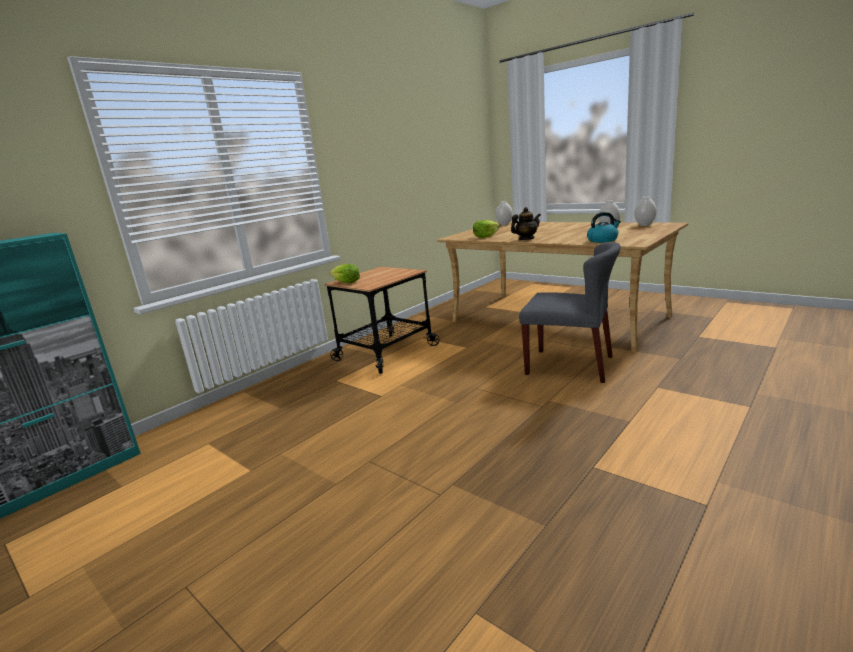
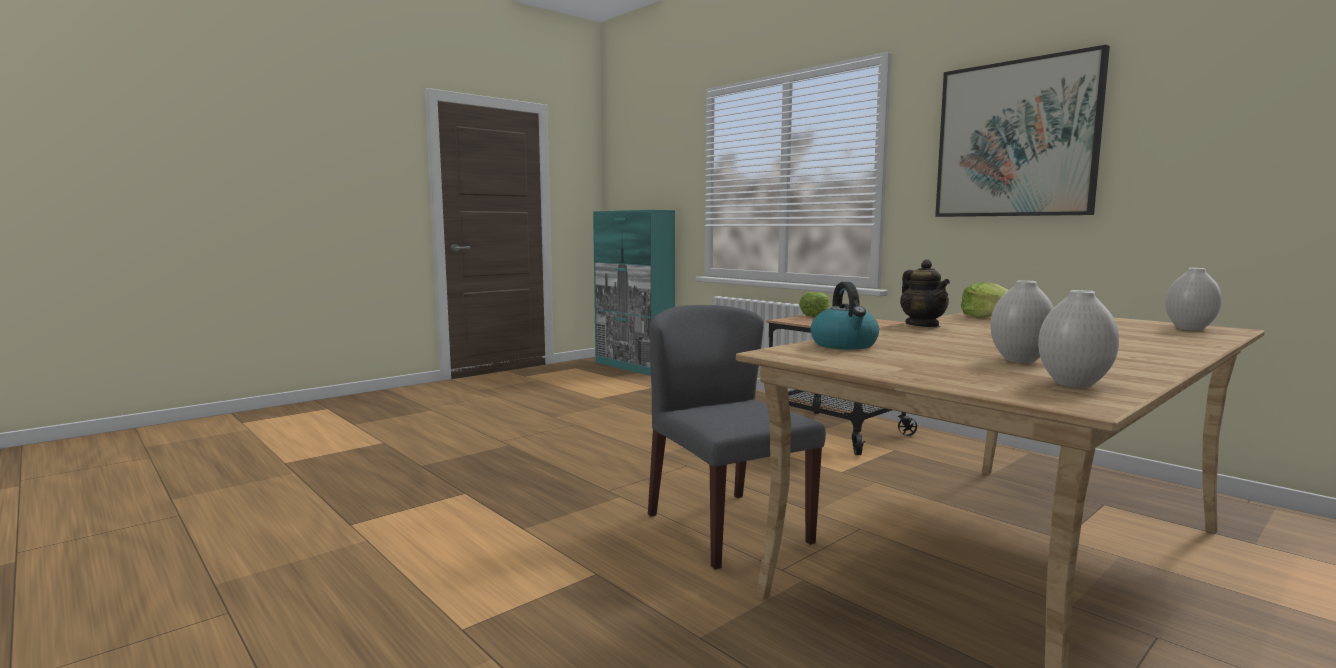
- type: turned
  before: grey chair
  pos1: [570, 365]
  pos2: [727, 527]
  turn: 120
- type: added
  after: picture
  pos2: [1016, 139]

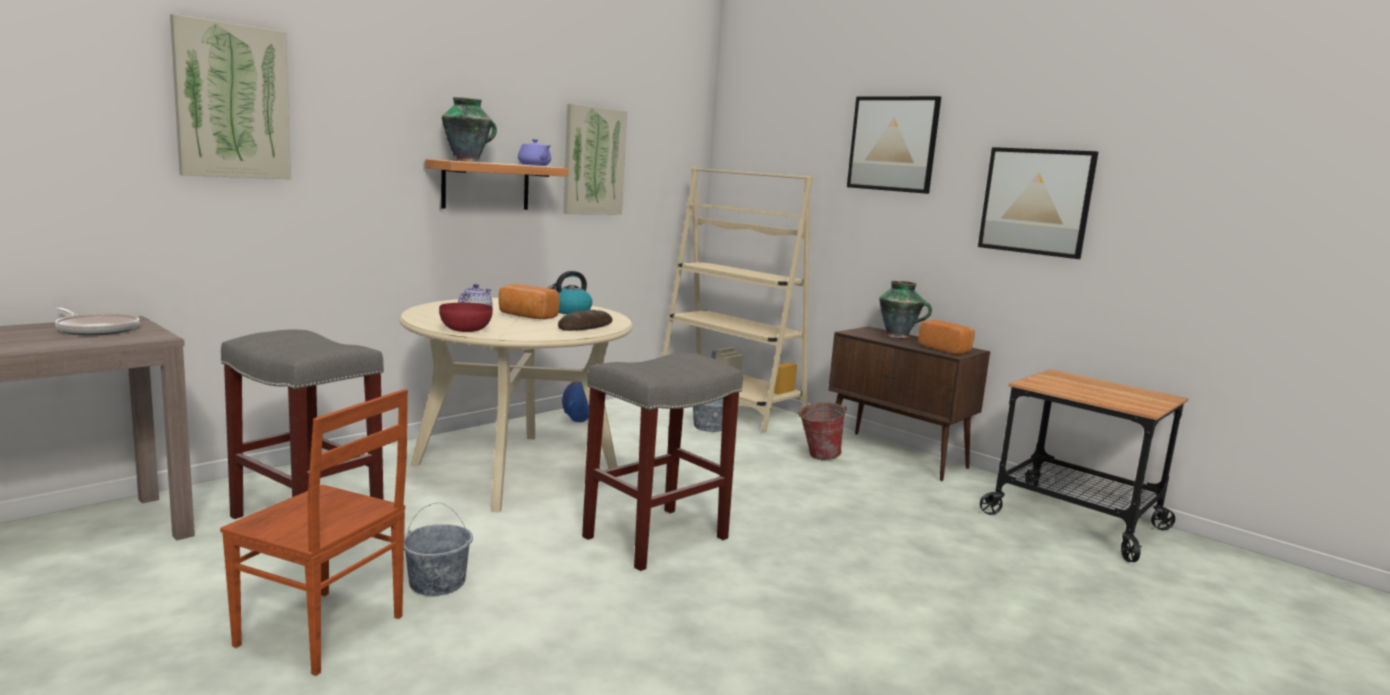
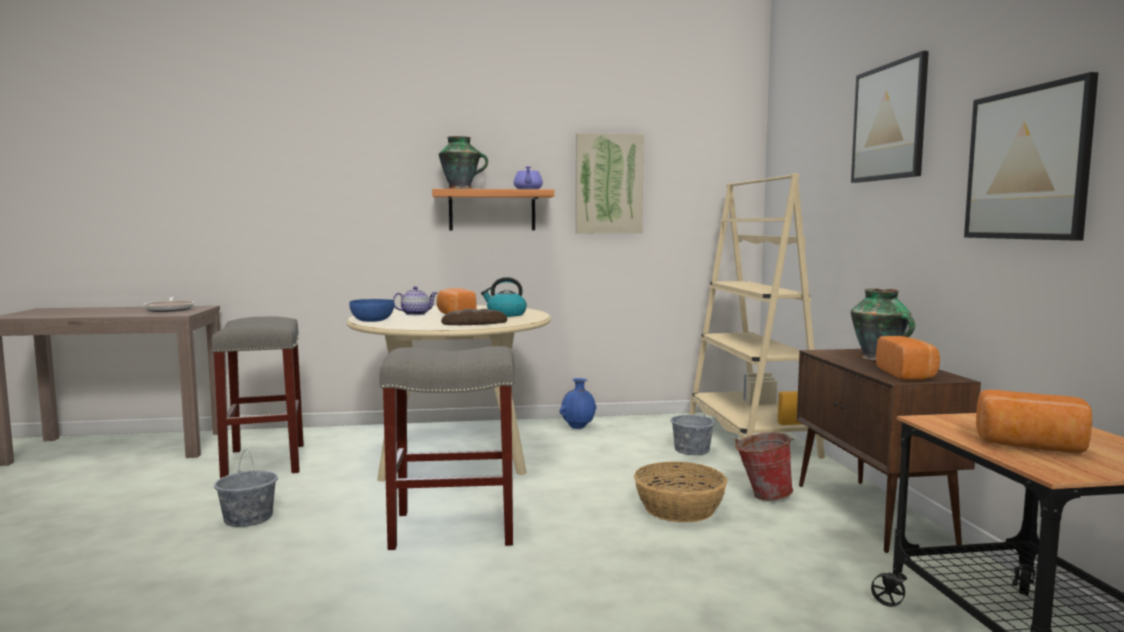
- type: recoloured
  before: red bowl
  after: blue bowl
  pos1: [465, 330]
  pos2: [372, 320]
- type: added
  after: basket
  pos2: [680, 509]
- type: added
  after: bread
  pos2: [1031, 446]
- type: removed
  before: picture
  pos1: [232, 101]
- type: removed
  before: brown chair
  pos1: [321, 632]

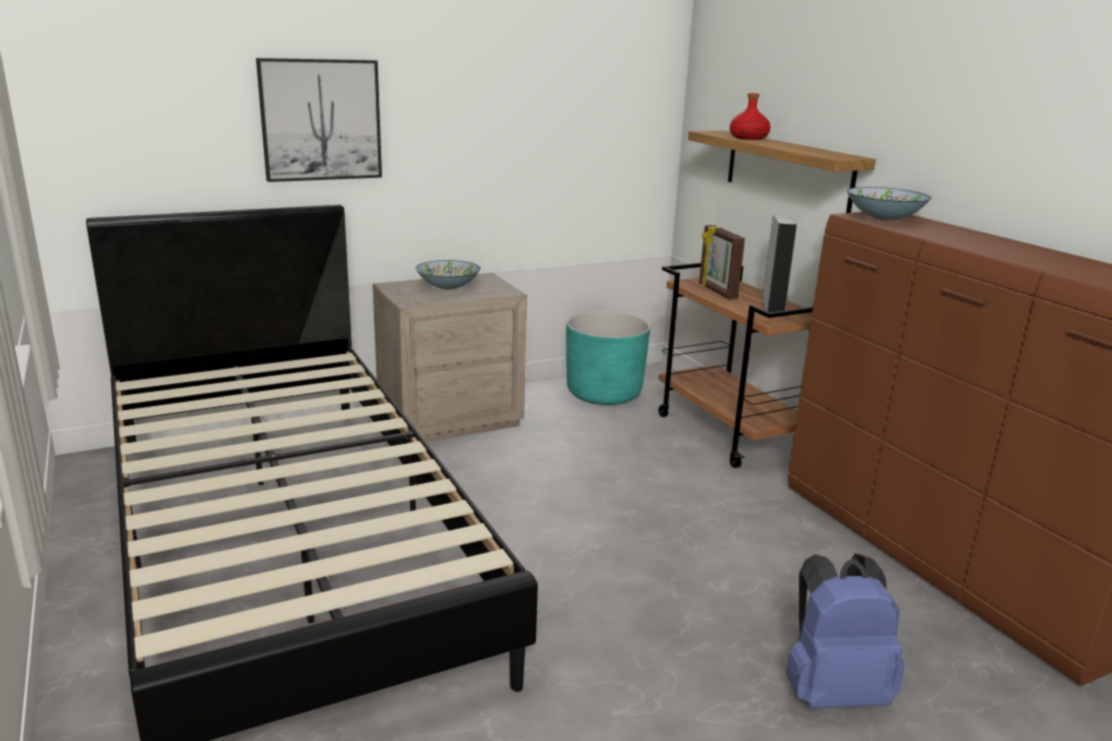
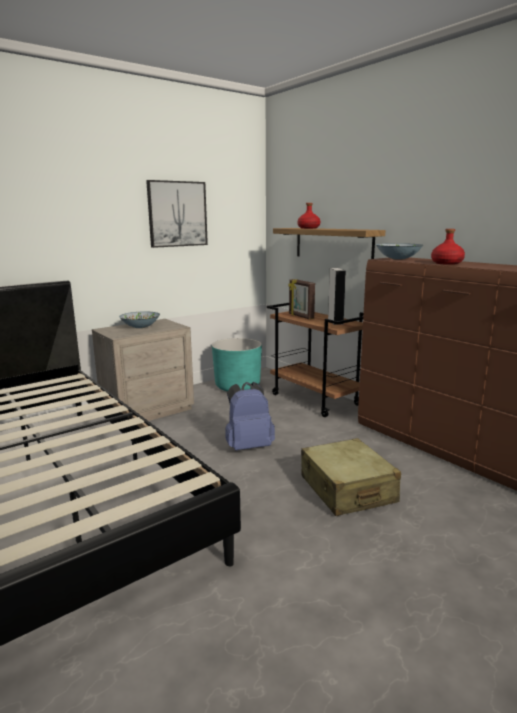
- type: moved
  before: picture
  pos1: [321, 120]
  pos2: [177, 214]
- type: moved
  before: blue backpack
  pos1: [832, 691]
  pos2: [248, 446]
- type: added
  after: beige suitcase
  pos2: [347, 489]
- type: added
  after: red bottle
  pos2: [446, 263]

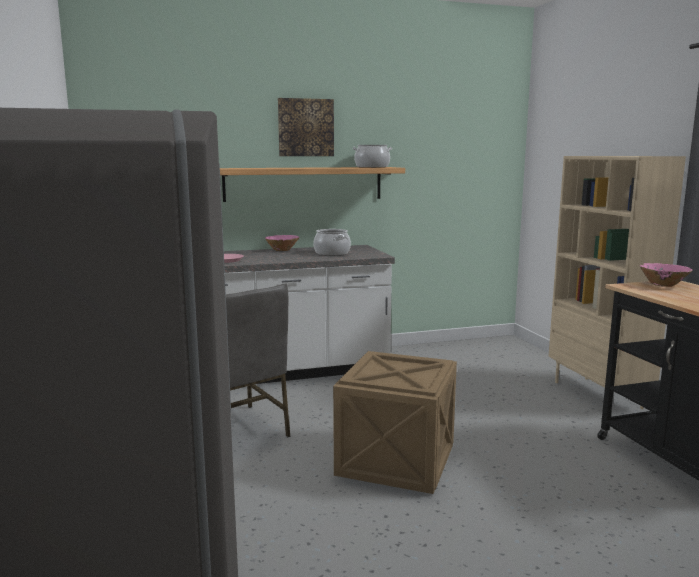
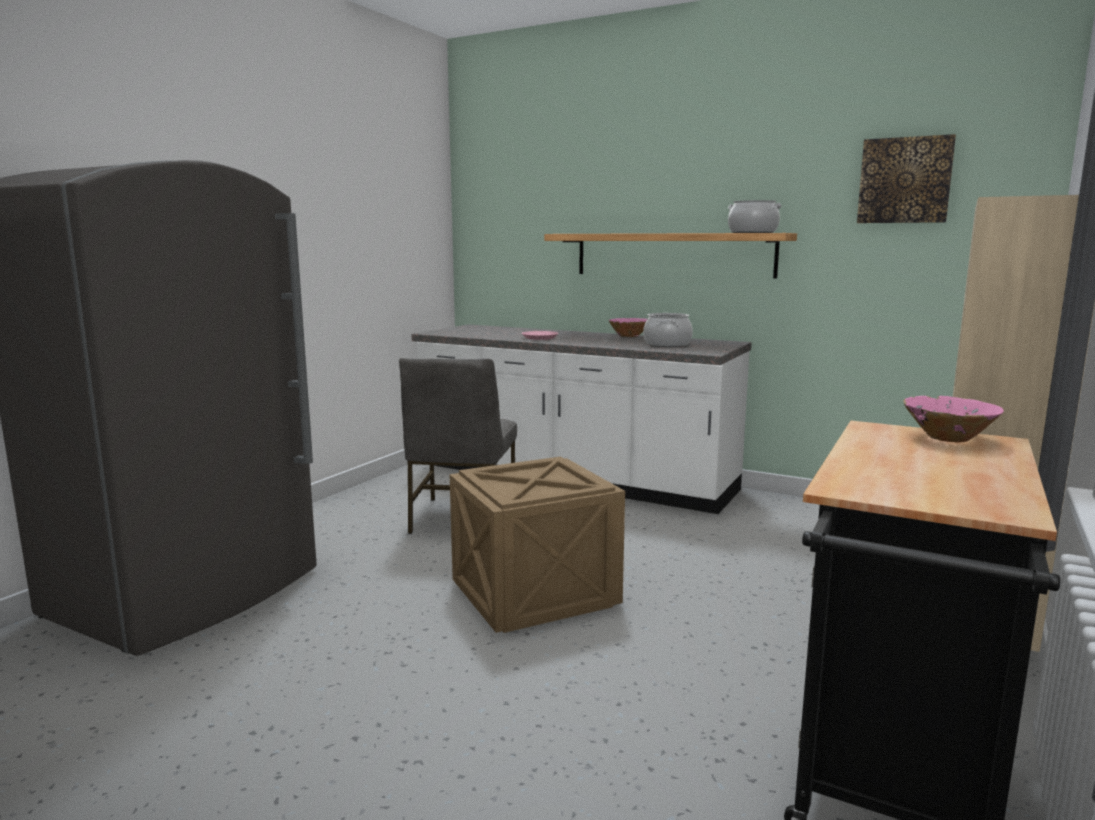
- type: moved
  before: picture
  pos1: [305, 127]
  pos2: [904, 180]

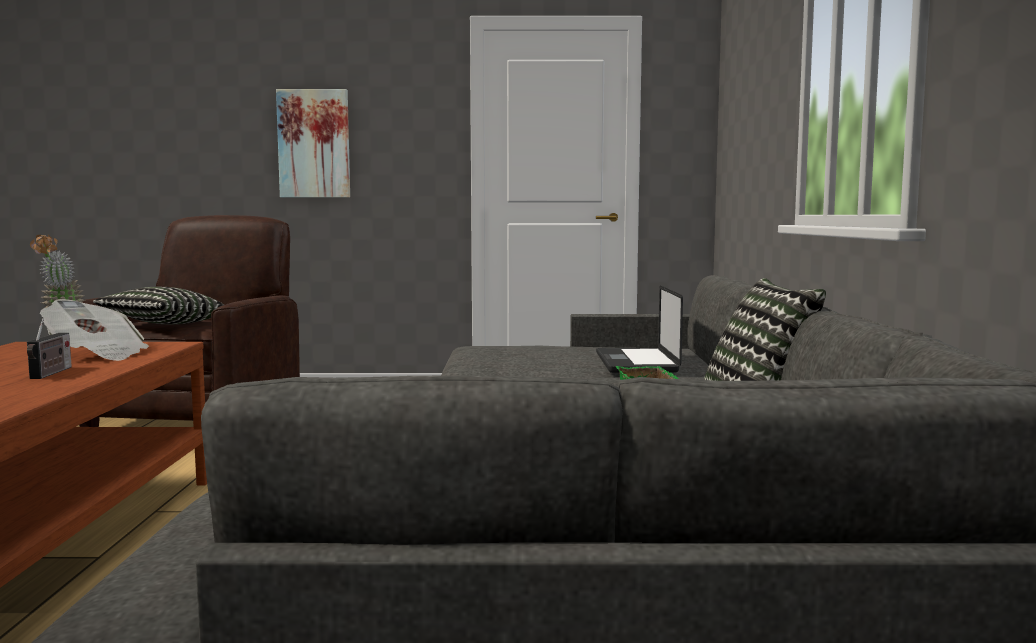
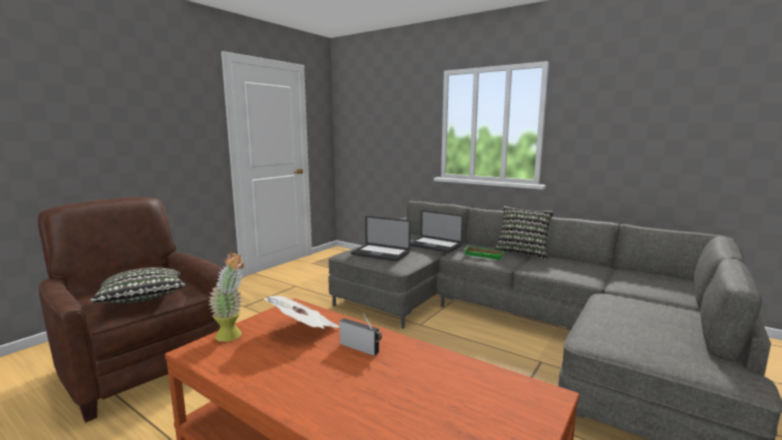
- type: added
  after: laptop
  pos2: [380, 254]
- type: removed
  before: picture
  pos1: [314, 144]

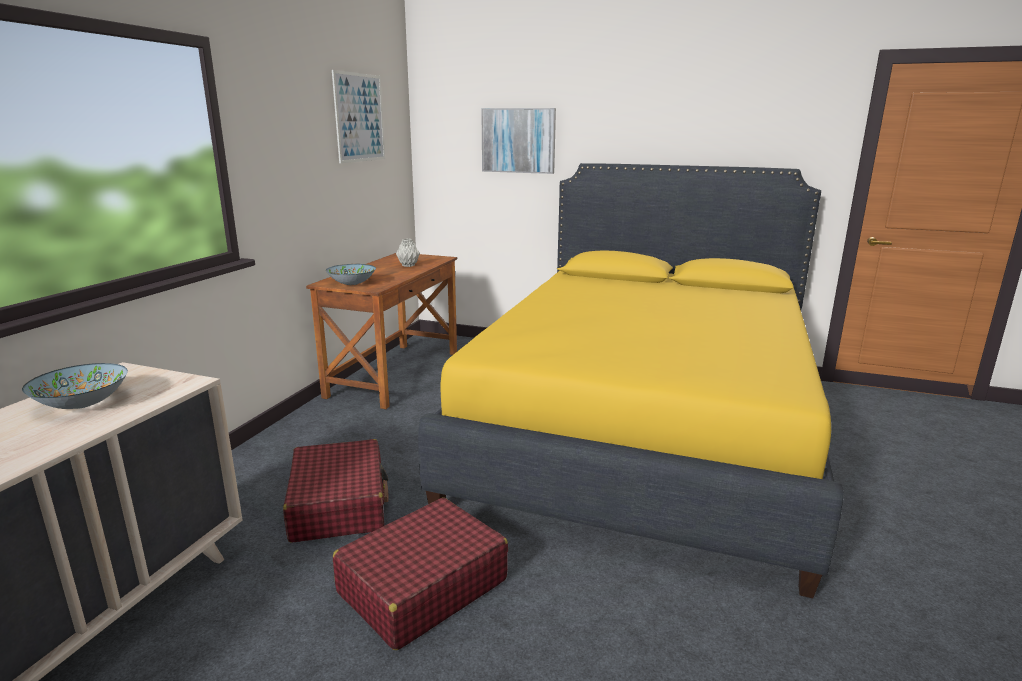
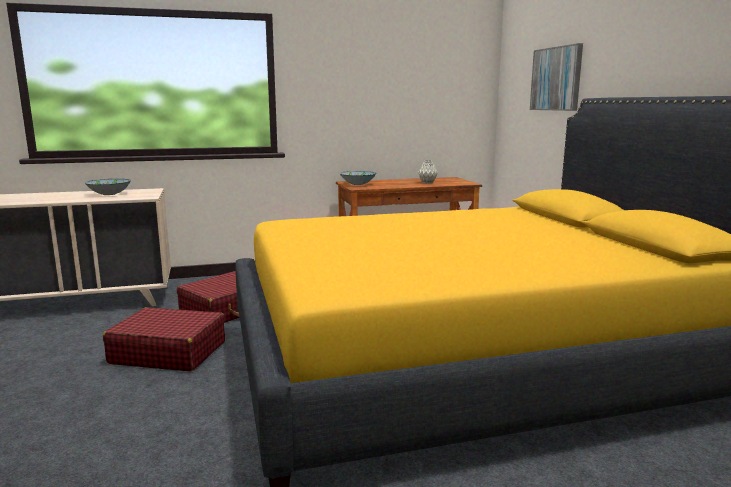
- type: removed
  before: picture
  pos1: [359, 118]

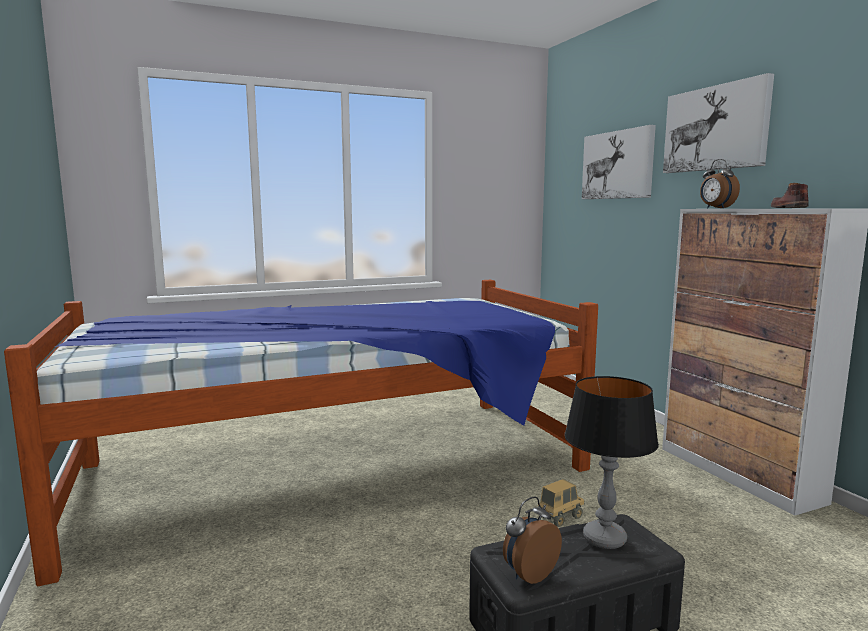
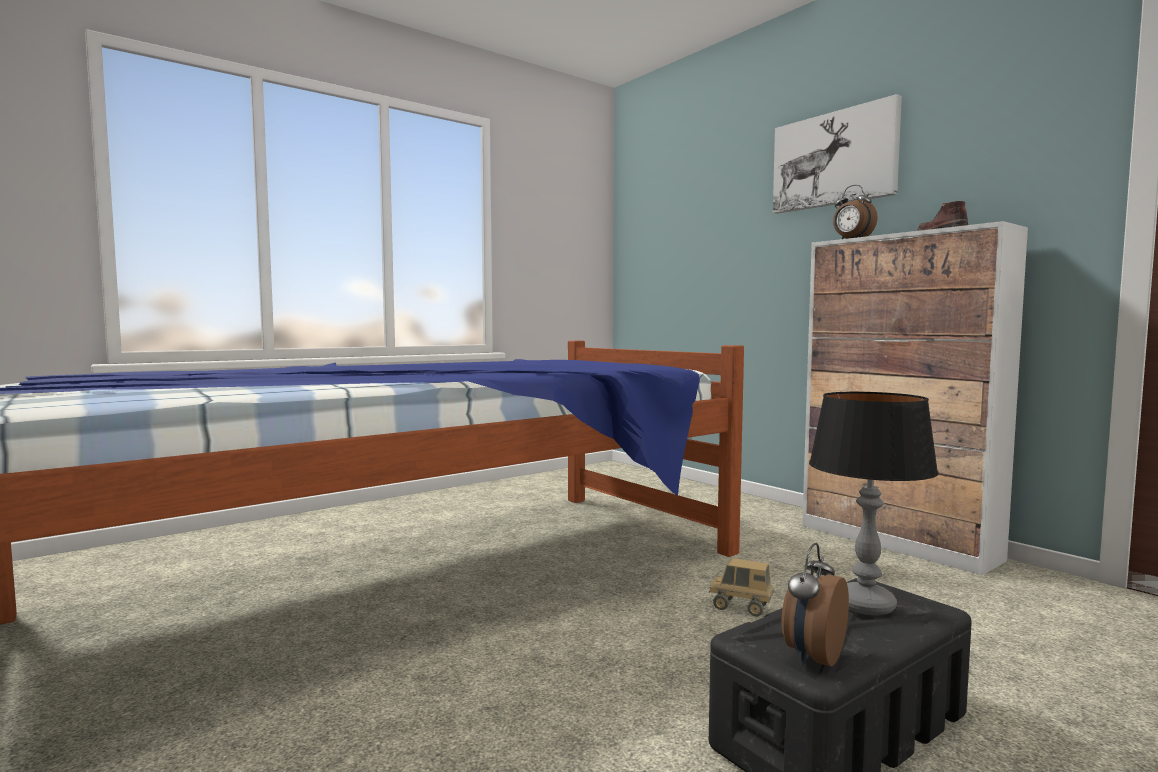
- type: turned
  before: toy truck
  pos1: [560, 518]
  pos2: [741, 607]
  turn: -105
- type: removed
  before: picture
  pos1: [618, 165]

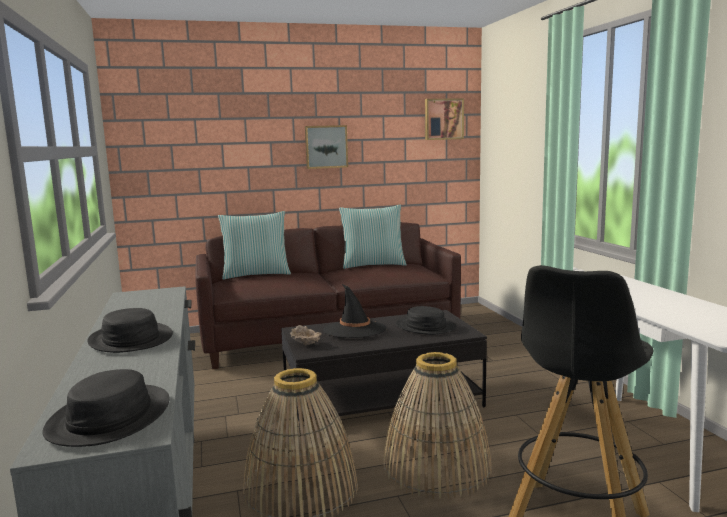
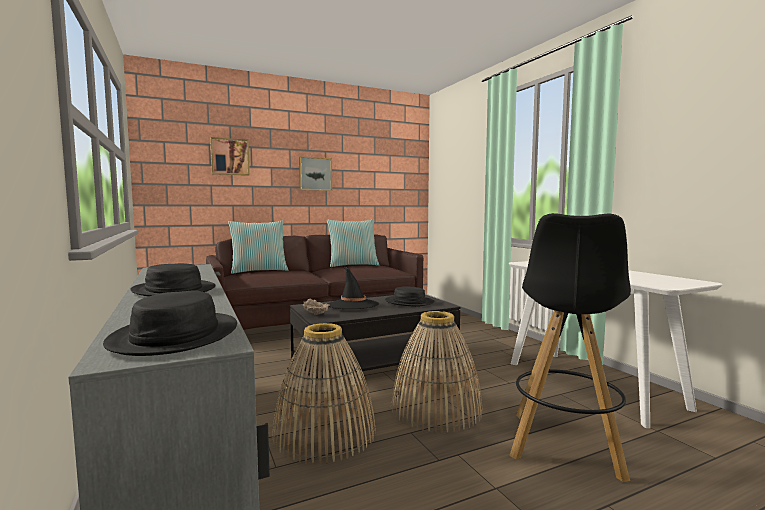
- type: moved
  before: picture
  pos1: [443, 119]
  pos2: [230, 157]

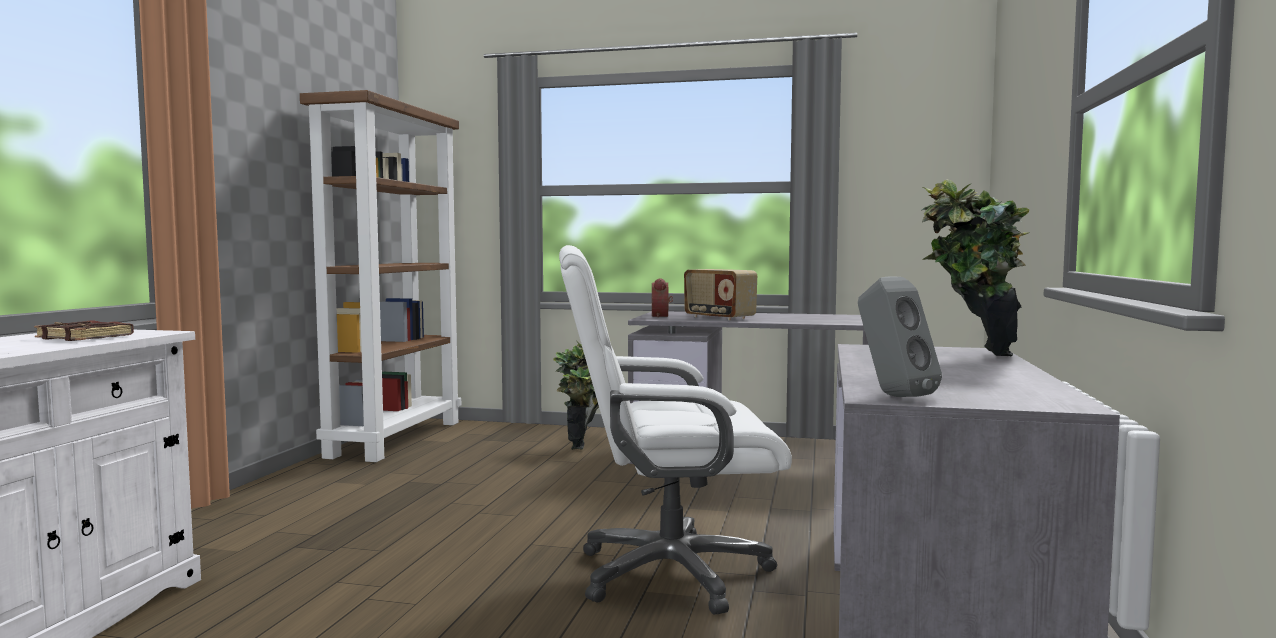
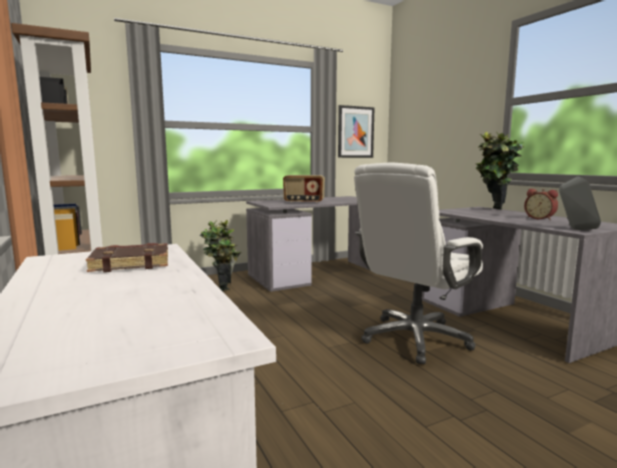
- type: added
  after: picture
  pos2: [355, 132]
- type: moved
  before: alarm clock
  pos1: [662, 316]
  pos2: [540, 218]

